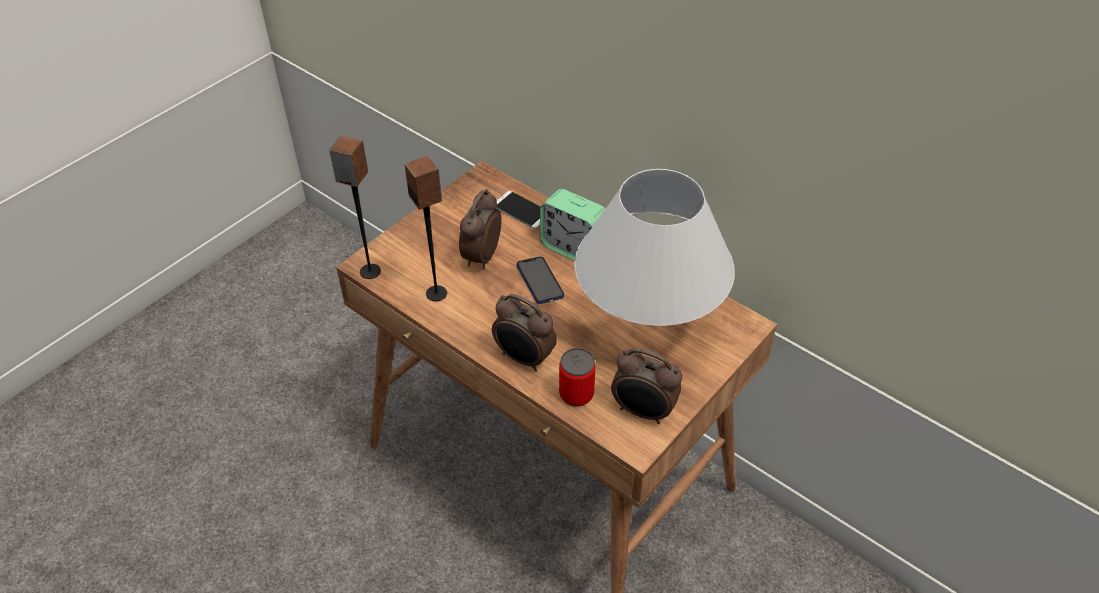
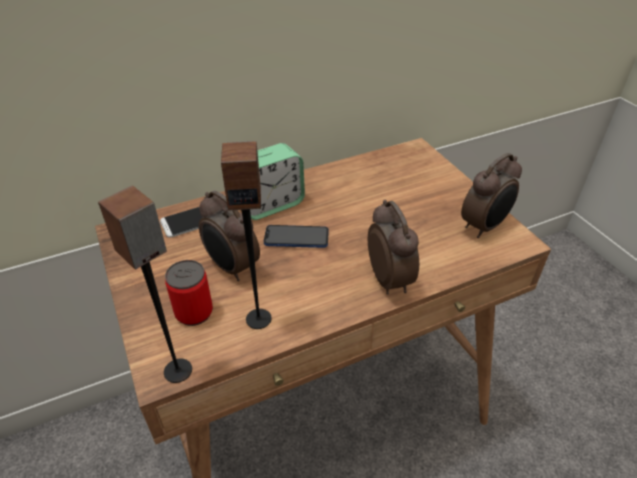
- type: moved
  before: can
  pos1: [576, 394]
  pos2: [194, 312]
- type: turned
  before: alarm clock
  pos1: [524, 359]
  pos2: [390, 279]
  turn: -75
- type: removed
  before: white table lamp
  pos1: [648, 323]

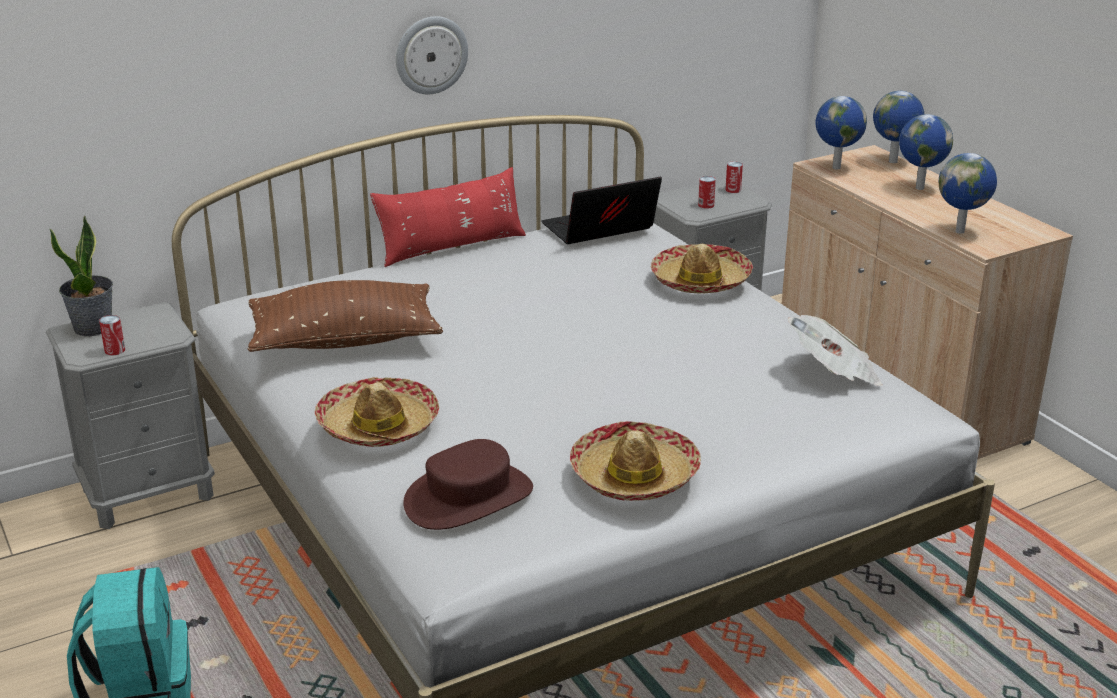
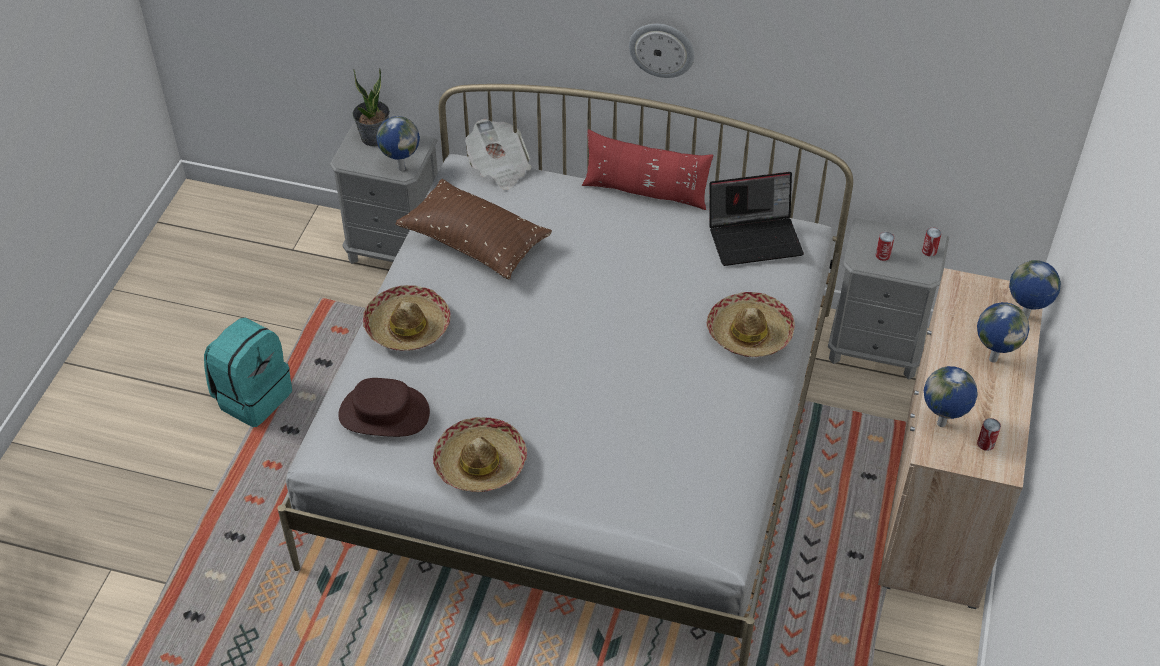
- type: moved
  before: globe
  pos1: [835, 167]
  pos2: [401, 168]
- type: moved
  before: newspaper
  pos1: [834, 373]
  pos2: [499, 167]
- type: turned
  before: laptop
  pos1: [598, 230]
  pos2: [755, 237]
  turn: 150
- type: moved
  before: can
  pos1: [115, 350]
  pos2: [985, 443]

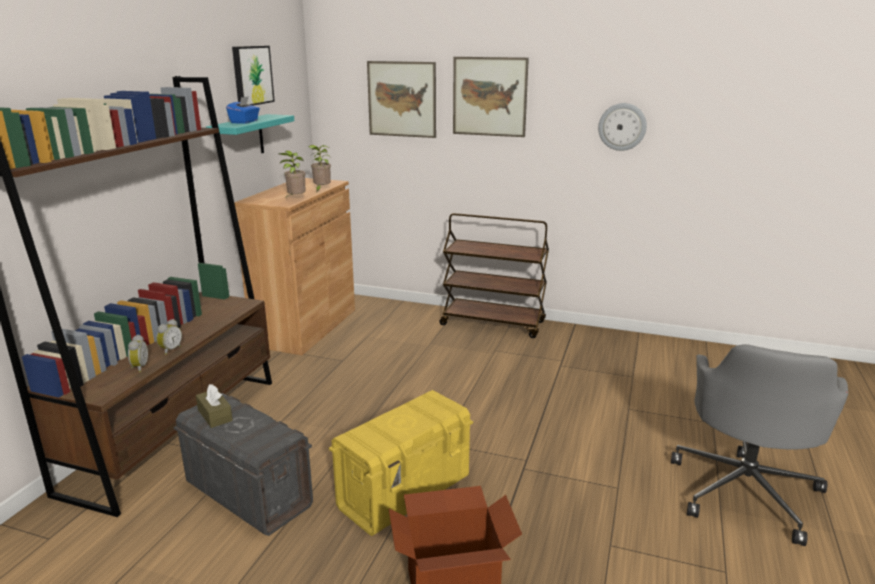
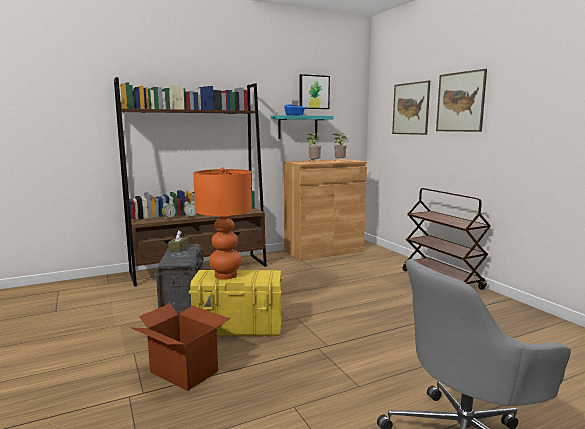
- type: added
  after: orange table lamp
  pos2: [225, 275]
- type: removed
  before: wall clock
  pos1: [622, 126]

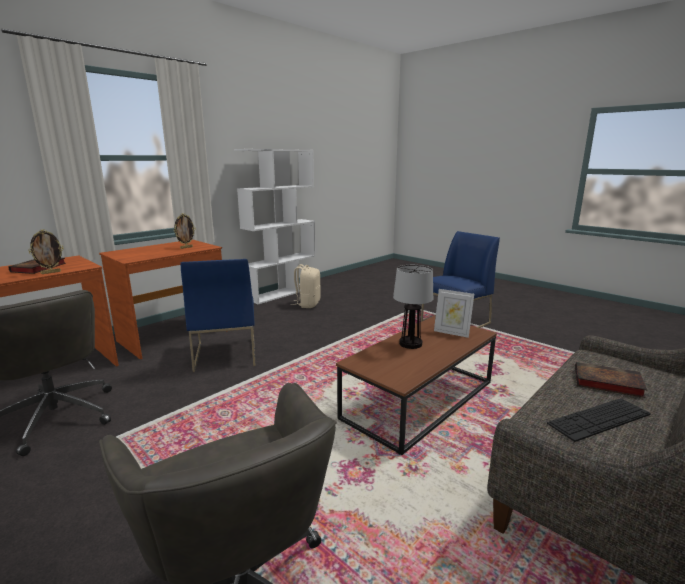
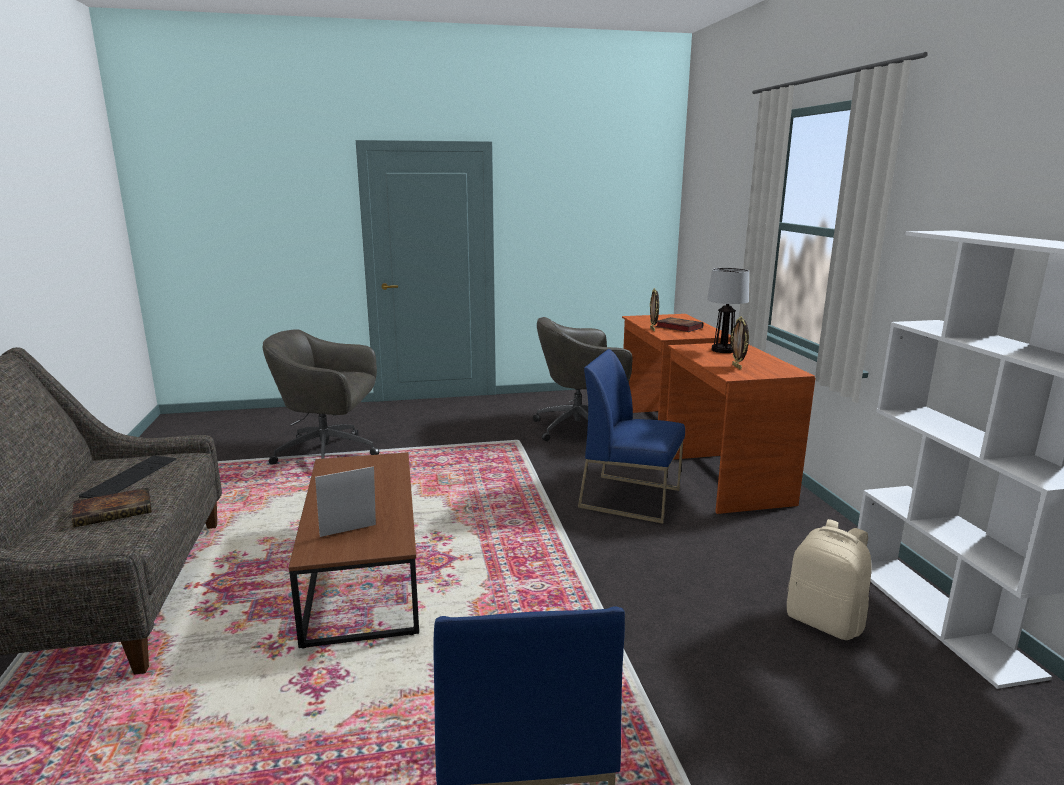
- type: moved
  before: table lamp
  pos1: [410, 344]
  pos2: [723, 350]

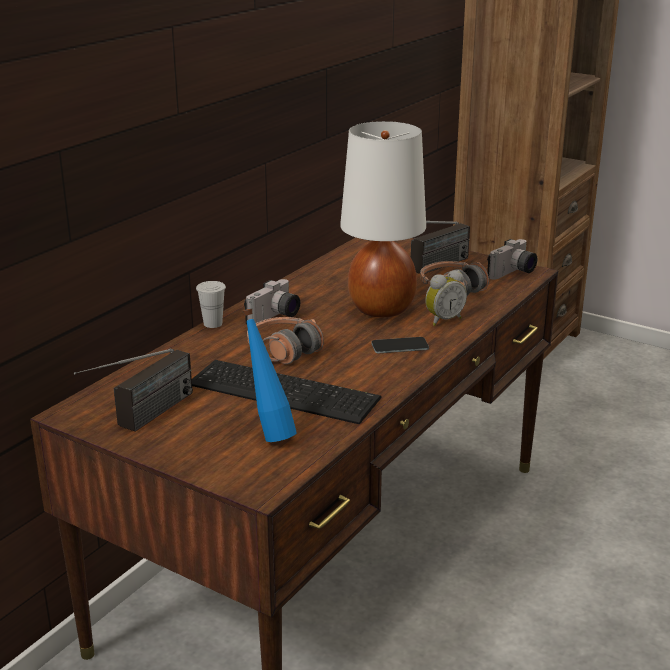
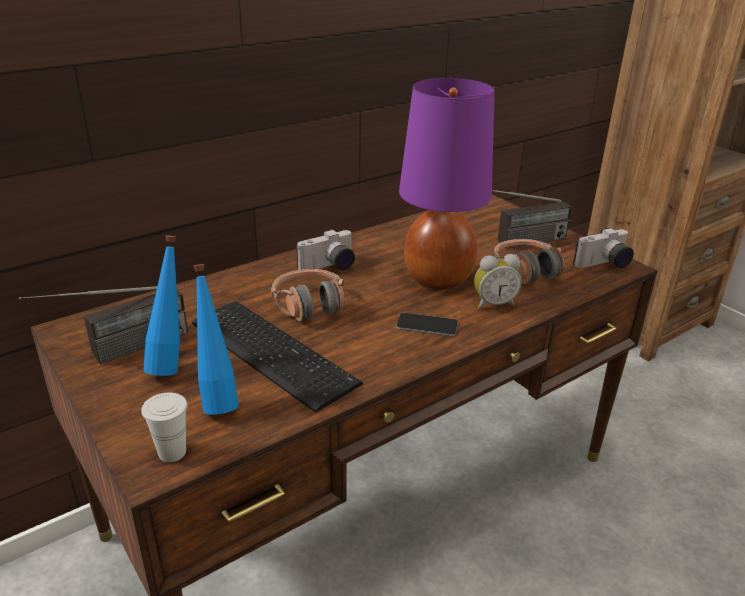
- type: moved
  before: white cup
  pos1: [213, 324]
  pos2: [172, 452]
- type: added
  after: blue bottle
  pos2: [171, 364]
- type: recoloured
  before: white table lamp
  after: purple table lamp
  pos1: [382, 309]
  pos2: [439, 279]

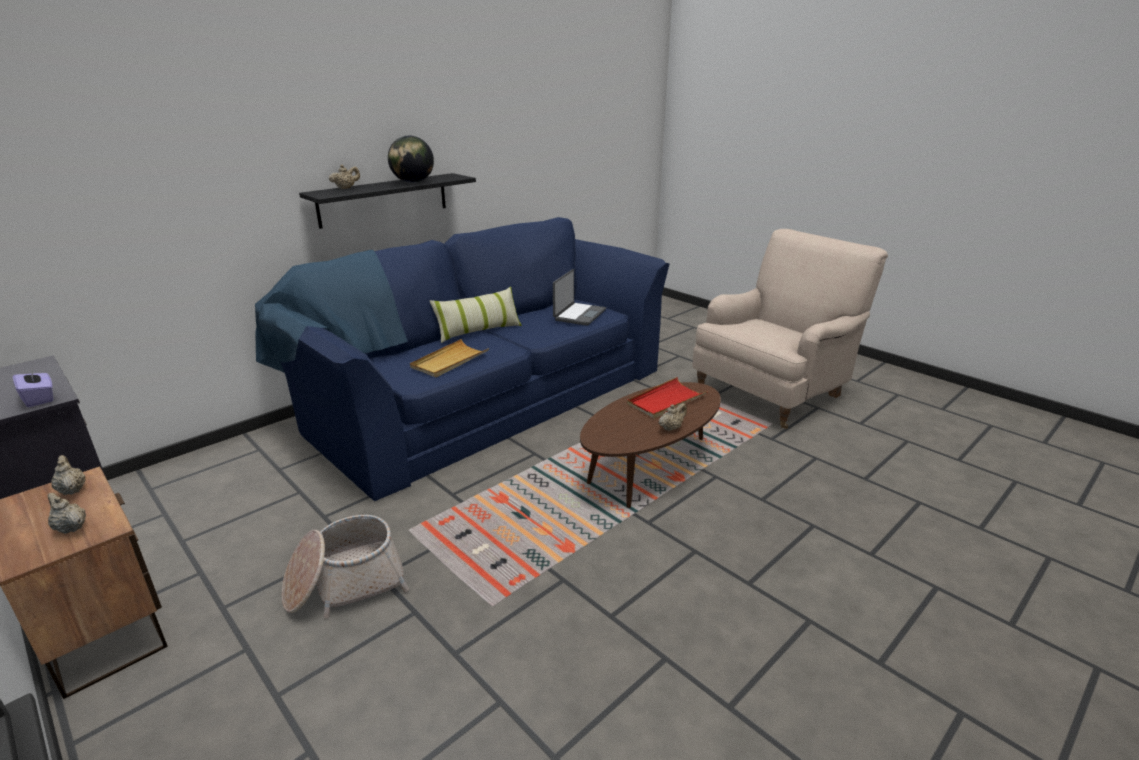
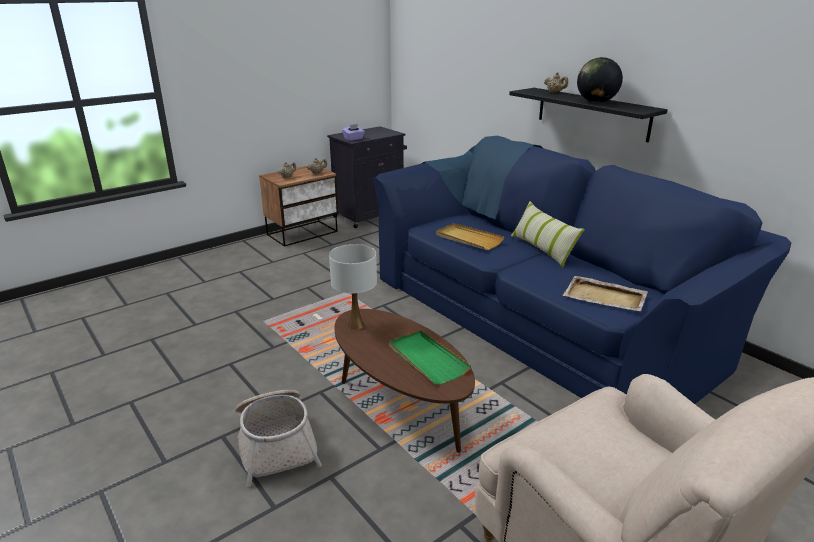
- type: moved
  before: basket
  pos1: [345, 583]
  pos2: [276, 443]
- type: added
  after: white table lamp
  pos2: [355, 325]
- type: recoloured
  before: red tray
  after: green tray
  pos1: [666, 401]
  pos2: [427, 359]
- type: replaced
  before: laptop
  after: beige tray
  pos1: [579, 315]
  pos2: [605, 297]
- type: removed
  before: beige teapot
  pos1: [671, 428]

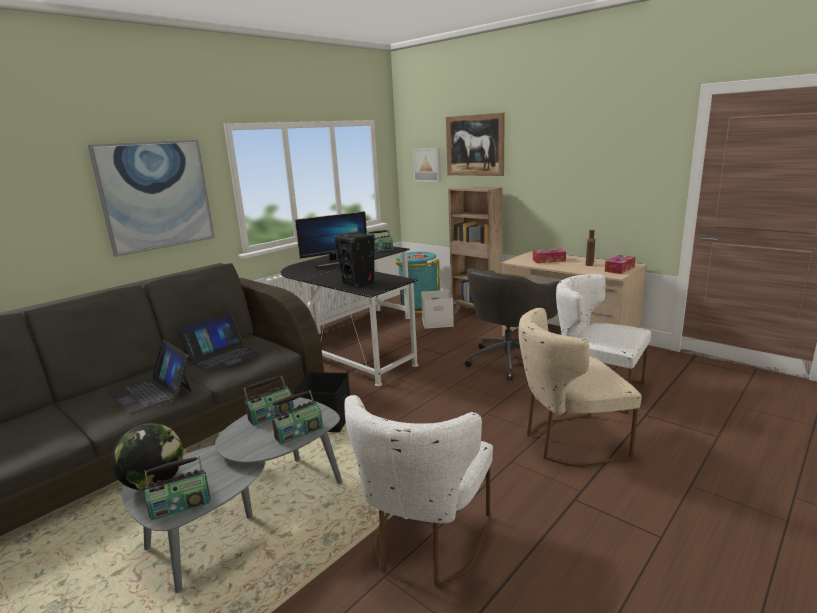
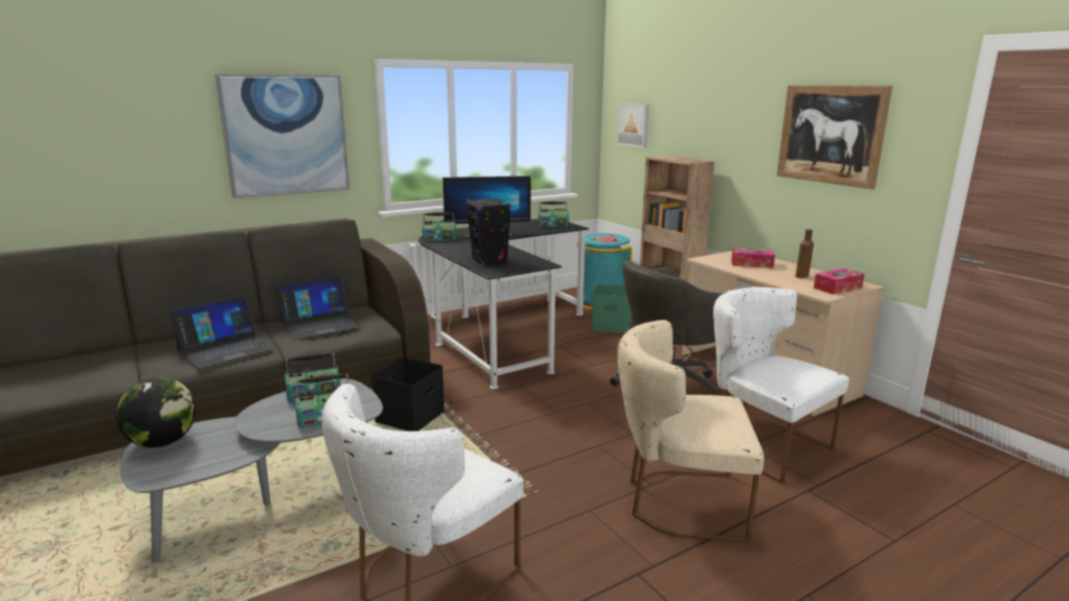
- type: turned
  before: laptop
  pos1: [152, 392]
  pos2: [225, 349]
  turn: -105
- type: moved
  before: radio
  pos1: [181, 505]
  pos2: [439, 239]
- type: recoloured
  before: white storage box
  after: green storage box
  pos1: [438, 322]
  pos2: [612, 325]
- type: moved
  before: picture
  pos1: [474, 145]
  pos2: [830, 134]

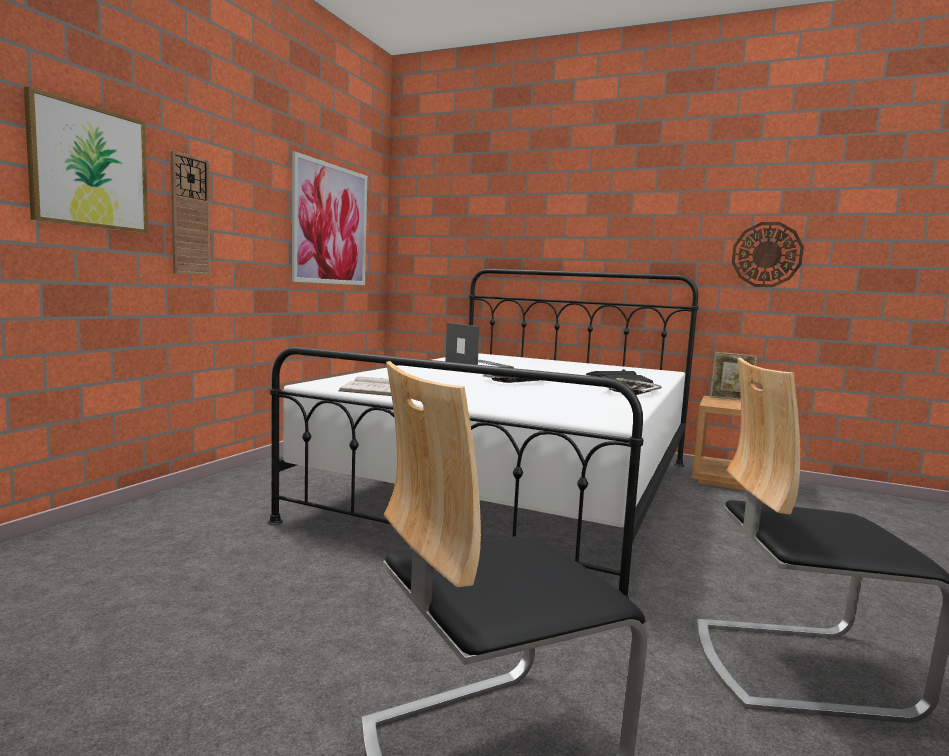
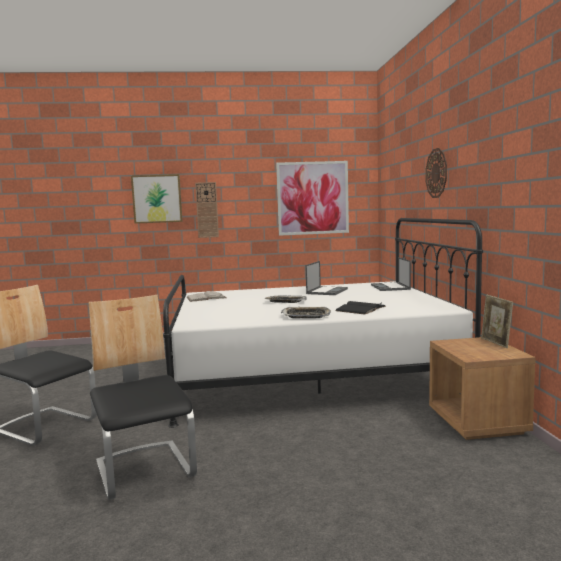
- type: added
  after: laptop
  pos2: [390, 287]
- type: moved
  before: wall clock
  pos1: [766, 254]
  pos2: [436, 173]

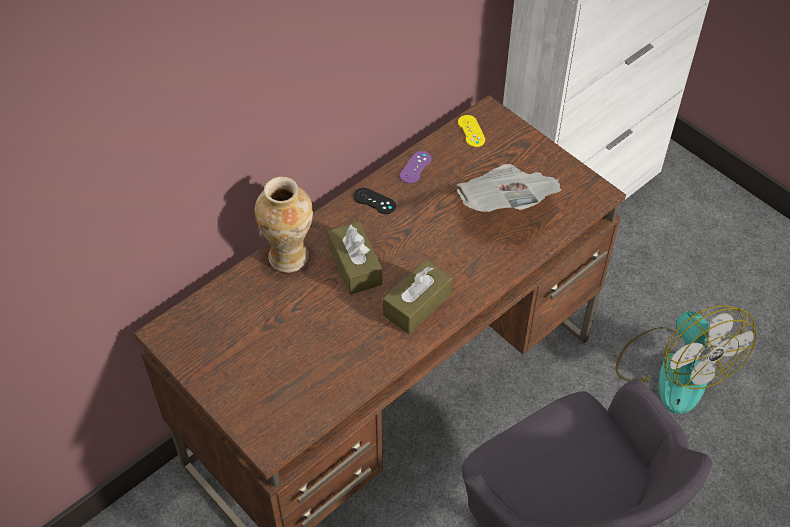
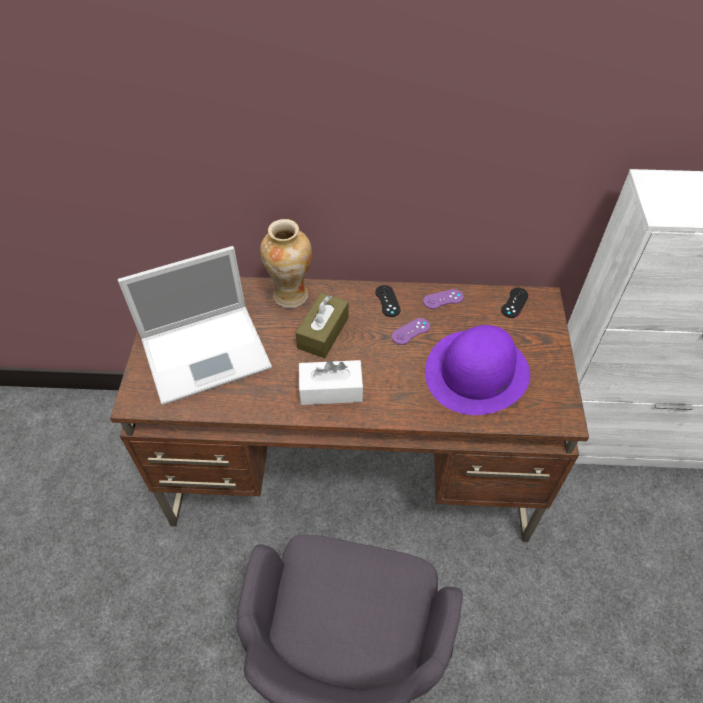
- type: added
  after: laptop
  pos2: [208, 352]
- type: recoloured
  before: brown tissue box
  after: white tissue box
  pos1: [417, 304]
  pos2: [331, 390]
- type: added
  after: purple game controller
  pos2: [410, 331]
- type: replaced
  before: newspaper
  after: purple hat
  pos1: [505, 205]
  pos2: [477, 371]
- type: recoloured
  before: yellow game controller
  after: black game controller
  pos1: [471, 131]
  pos2: [514, 303]
- type: removed
  before: fan
  pos1: [673, 369]

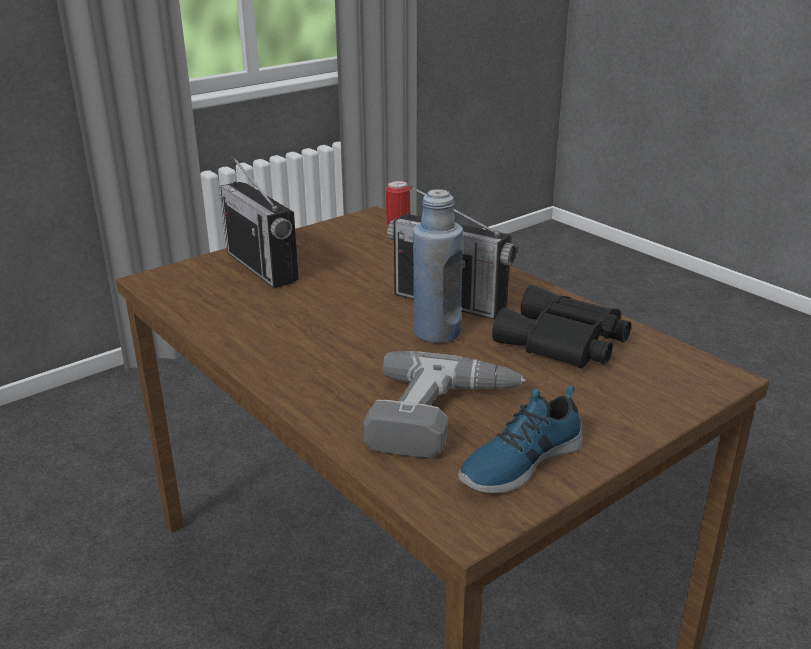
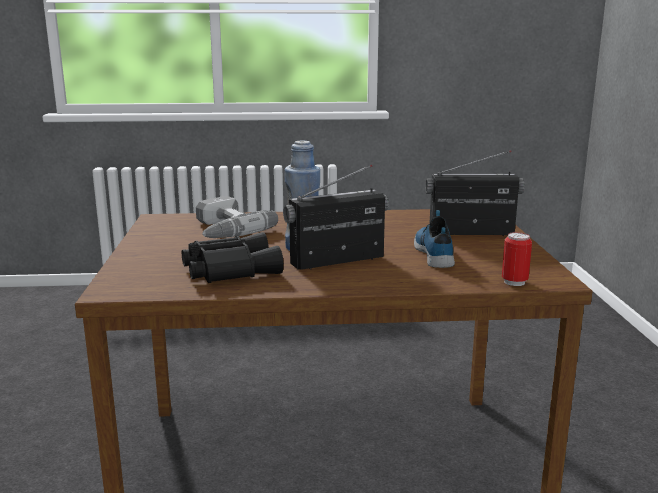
- type: moved
  before: shoe
  pos1: [519, 461]
  pos2: [435, 253]

